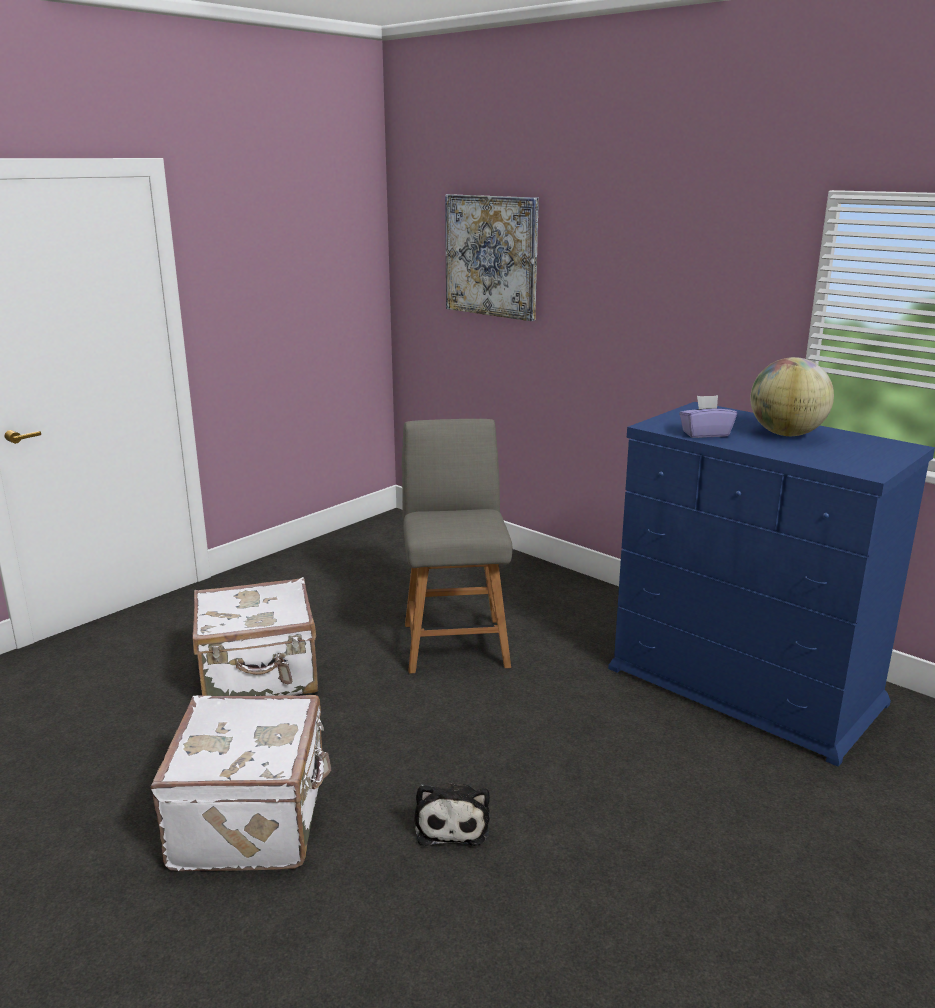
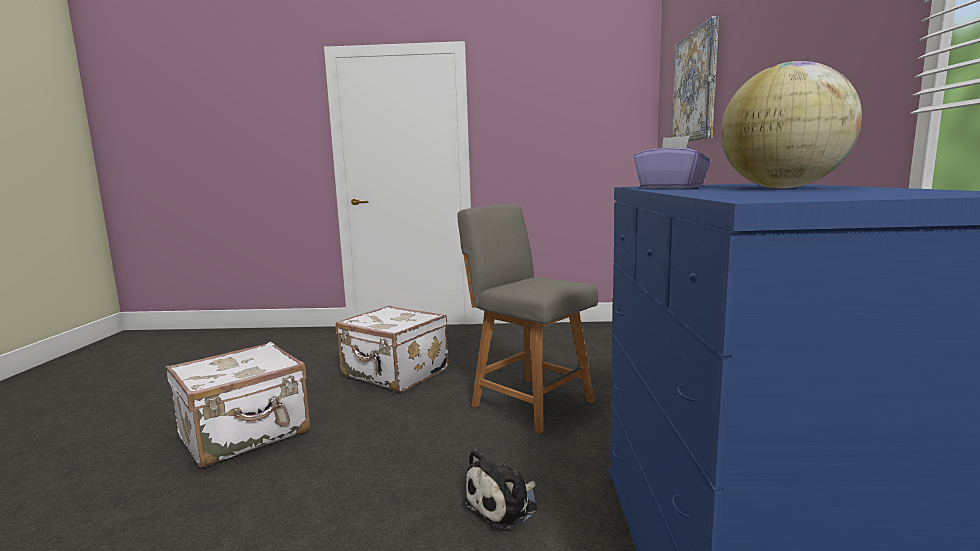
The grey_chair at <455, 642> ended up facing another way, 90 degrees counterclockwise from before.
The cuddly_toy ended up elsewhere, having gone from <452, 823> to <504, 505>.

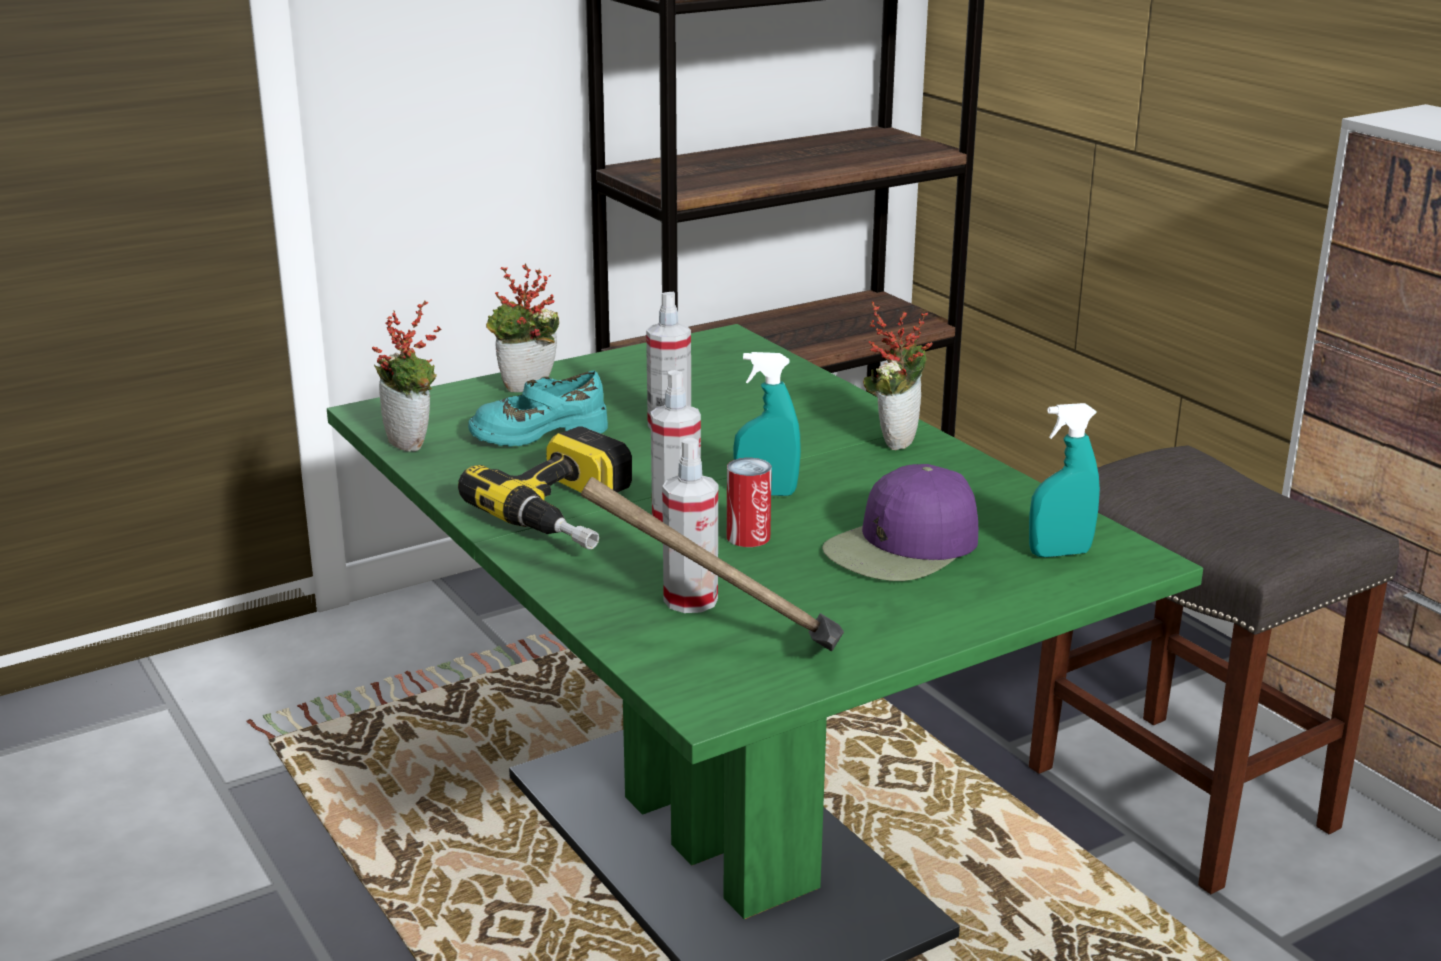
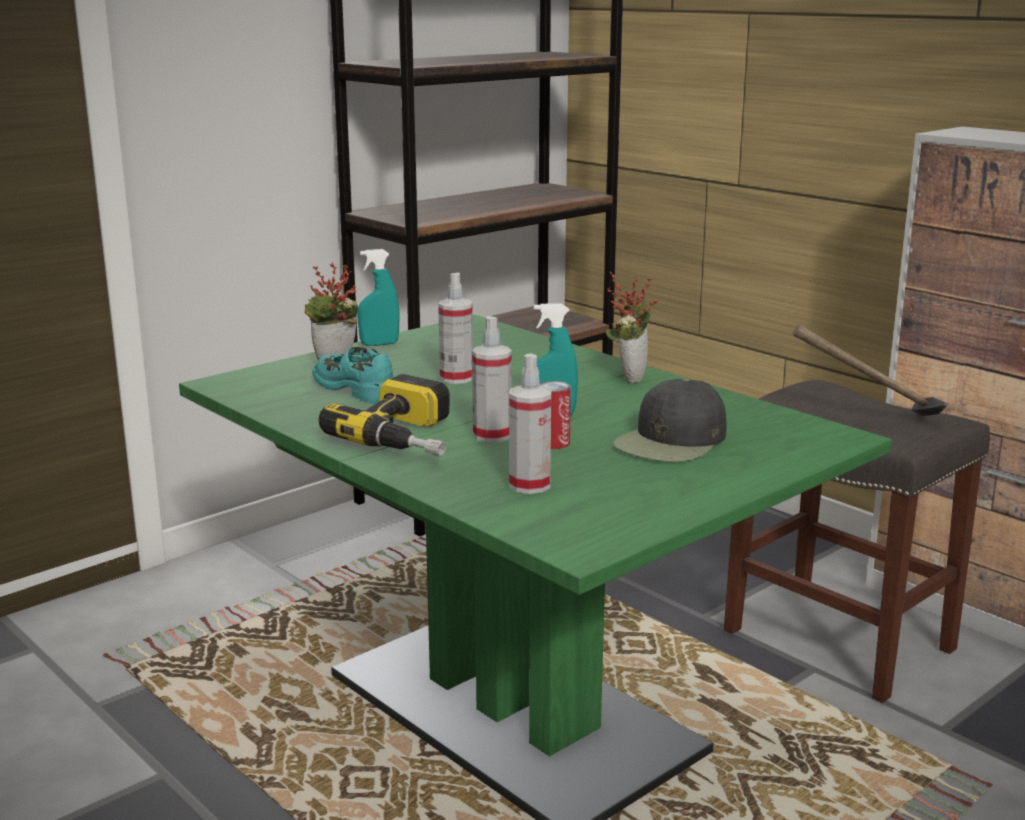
The second view lost the houseplant at <413, 443>.
The turquoise_item_of_footwear at <538, 432> ended up facing another way, 75 degrees clockwise from before.
The turquoise_sprayer ended up elsewhere, having gone from <1059, 553> to <379, 344>.
What was the purple_baseball_cap at <903, 547> turned into the black_baseball_cap at <671, 441>.
The tool_hammer ended up elsewhere, having gone from <725, 649> to <870, 421>.

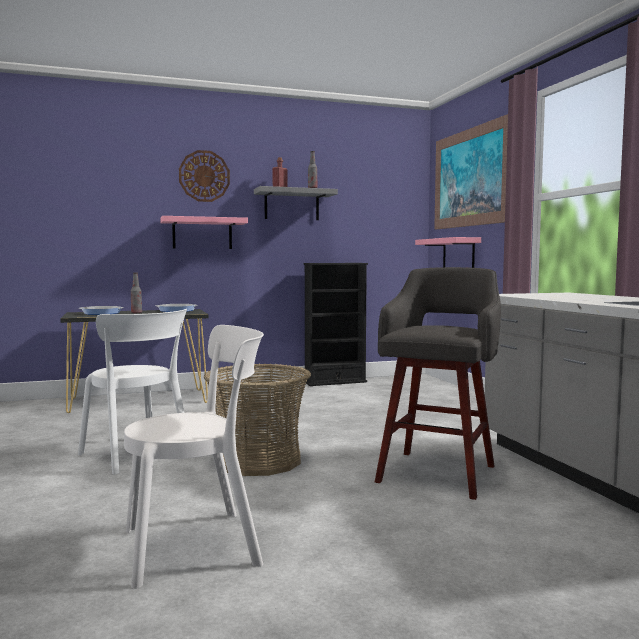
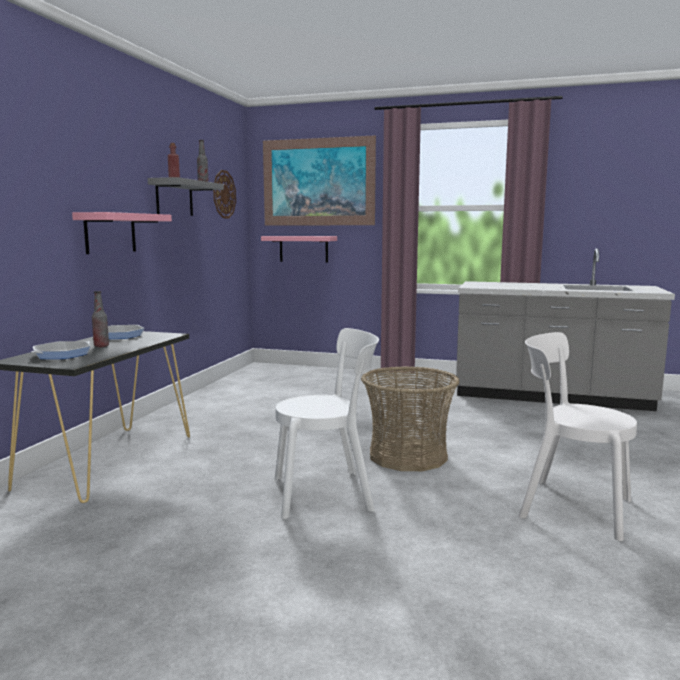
The hanging_clock ended up elsewhere, having gone from <204, 176> to <224, 194>.
The second view lost the black_shelving_unit at <335, 382>.
The second view lost the grey_sitting_stool at <438, 472>.
The whitish_chair at <199, 545> ended up facing another way, 75 degrees counterclockwise from before.

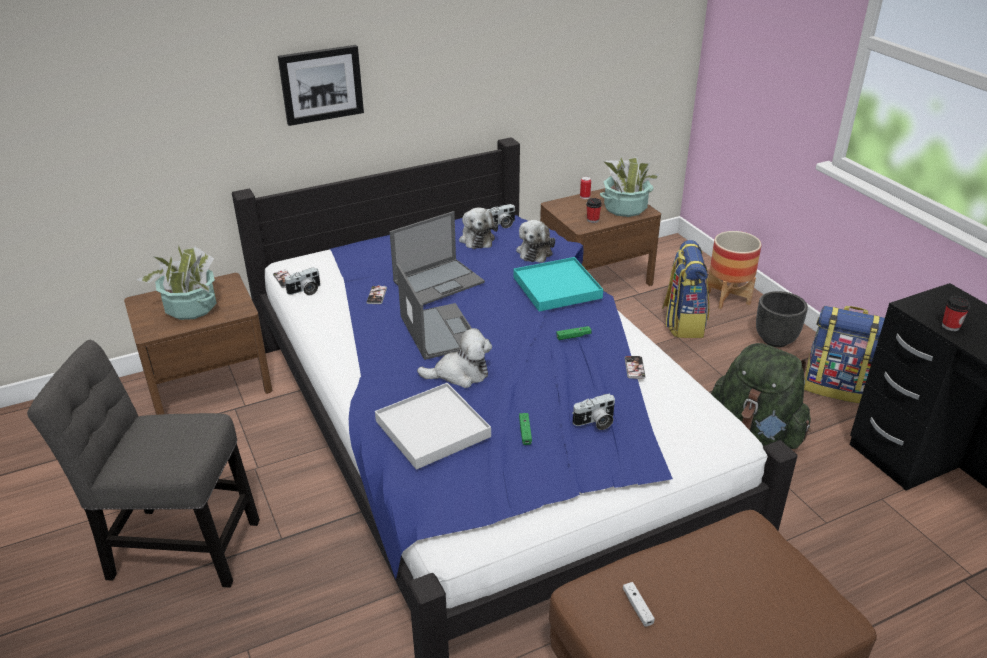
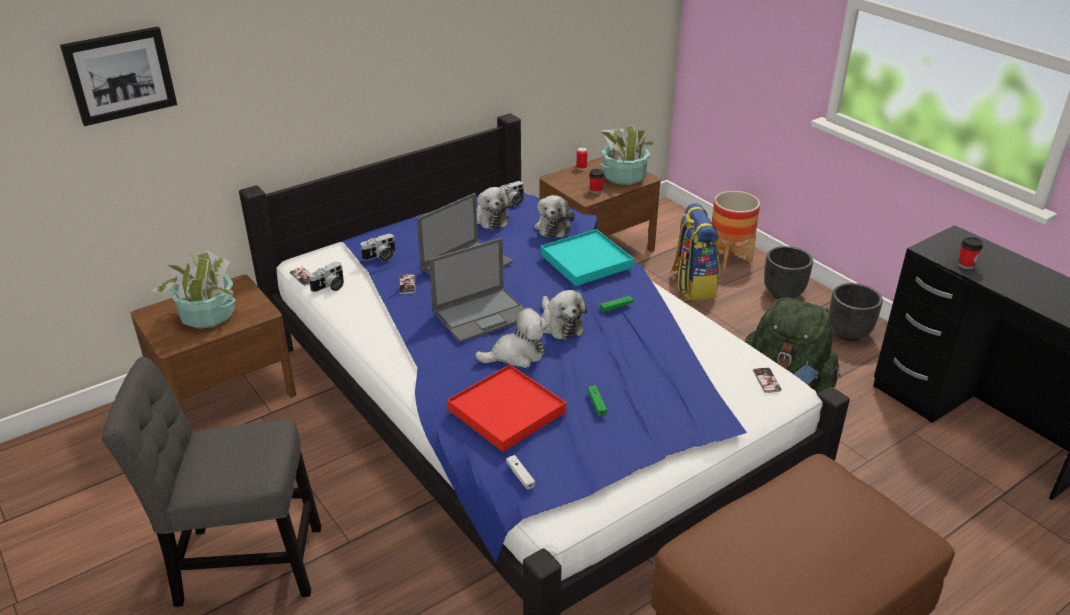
The wall_picture ended up elsewhere, having gone from <321, 84> to <120, 75>.
The laptop at <439, 331> ended up facing another way, 90 degrees clockwise from before.
Where the rucksack stood at <836, 387>, the black_plant_pot came to stand at <849, 333>.
The phone ended up elsewhere, having gone from <634, 368> to <766, 380>.
What was the whitish_carrying_tray at <433, 429> turned into the red_carrying_tray at <507, 411>.
The still_camera ended up elsewhere, having gone from <595, 422> to <380, 257>.
The whitish_joypad ended up elsewhere, having gone from <637, 607> to <520, 475>.
The second view gained the cuddly_toy at <560, 324>.

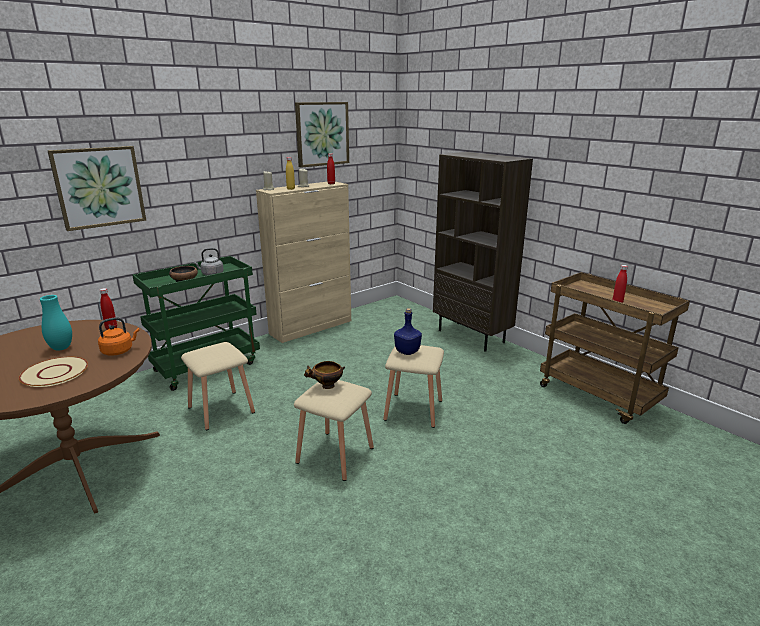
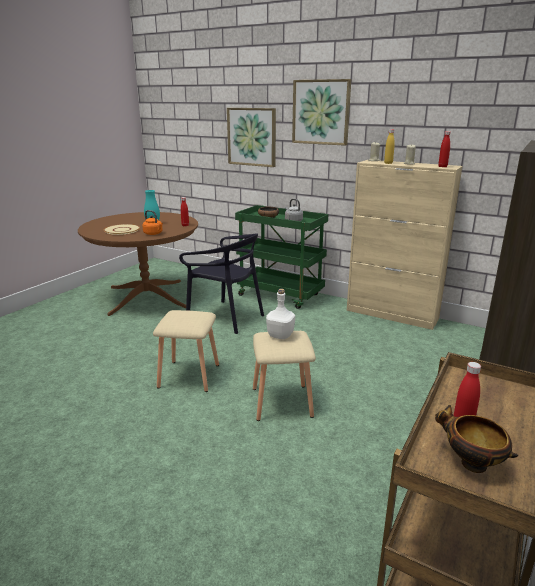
The wall_picture ended up elsewhere, having gone from <322, 134> to <321, 112>.
What was the bluish_bottle at <407, 351> turned into the whitish_bottle at <280, 336>.
Where the beige_sitting_stool stood at <222, 410>, the black_chair came to stand at <226, 317>.
The deep_dish ended up elsewhere, having gone from <326, 386> to <470, 463>.

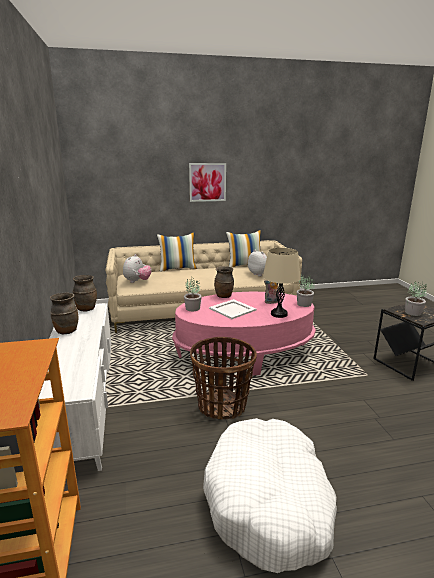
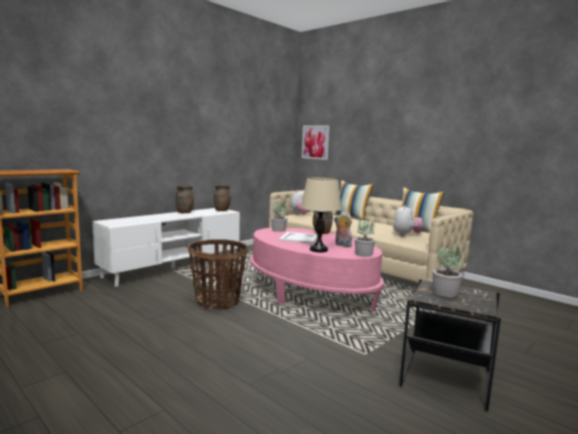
The wall_picture ended up elsewhere, having gone from <207, 182> to <315, 142>.
The second view lost the whitish_pet_bed at <269, 502>.

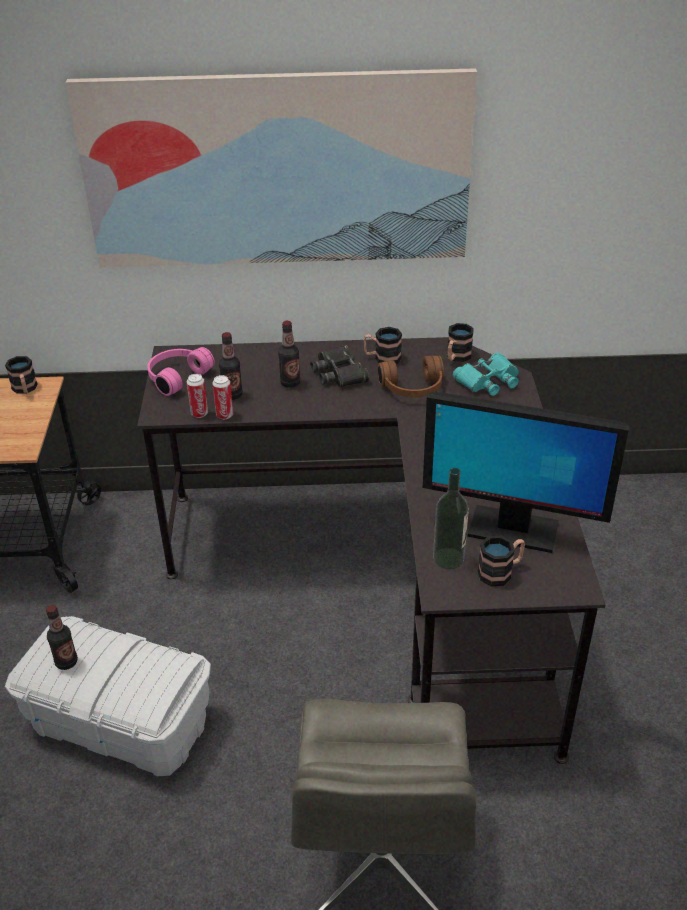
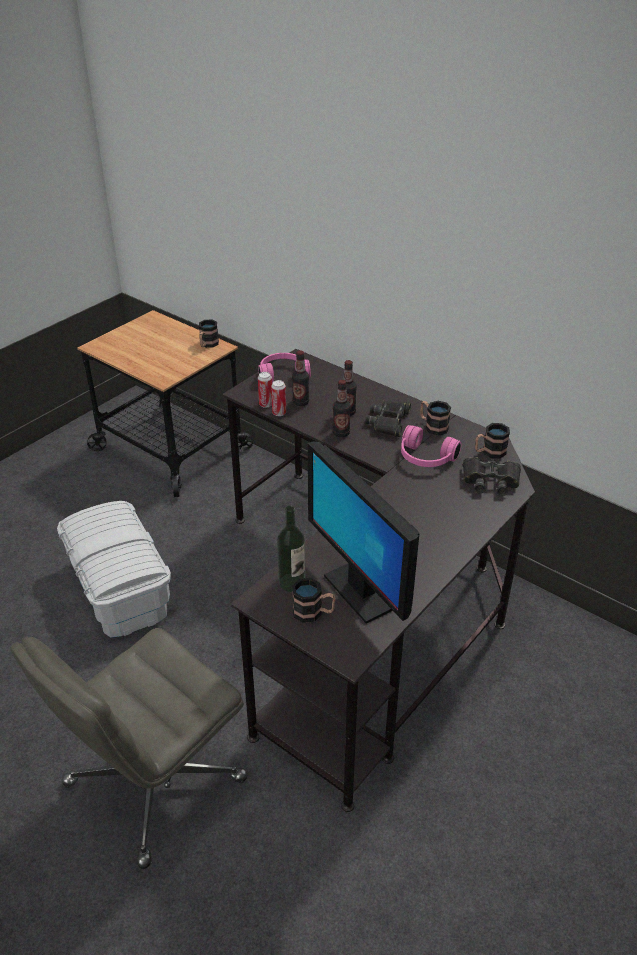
The second view lost the wall_picture at <277, 171>.
What was the turquoise_pair_of_binoculars at <488, 380> turned into the black_pair_of_binoculars at <490, 480>.
What was the brown_headphones at <413, 389> turned into the pink_headphones at <425, 458>.
The bottle ended up elsewhere, having gone from <66, 662> to <341, 433>.

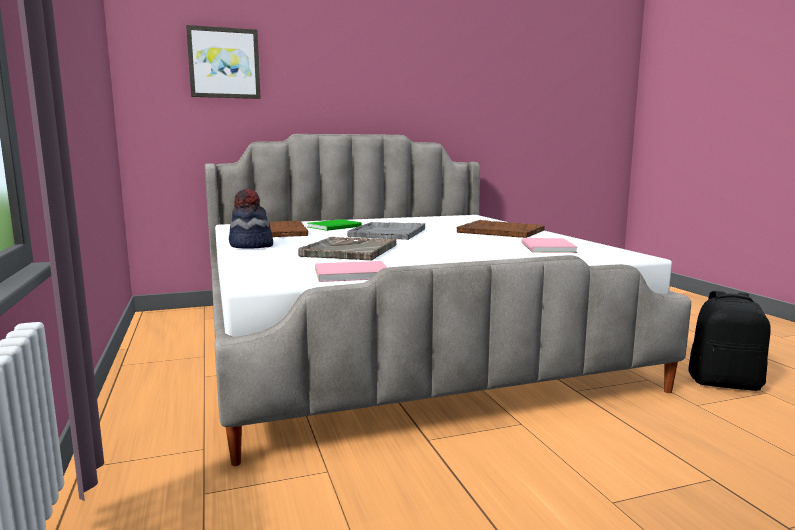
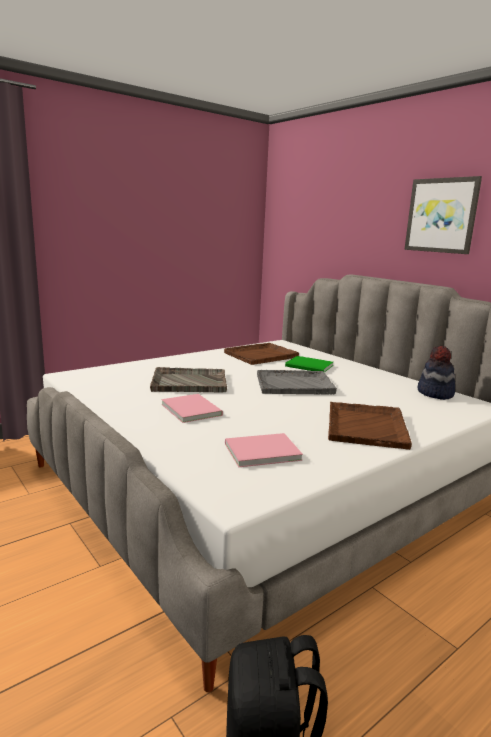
The wall_picture ended up elsewhere, having gone from <224, 63> to <441, 215>.
The wearable_hat ended up elsewhere, having gone from <251, 246> to <435, 393>.
The pink_bound_book ended up elsewhere, having gone from <349, 274> to <192, 409>.

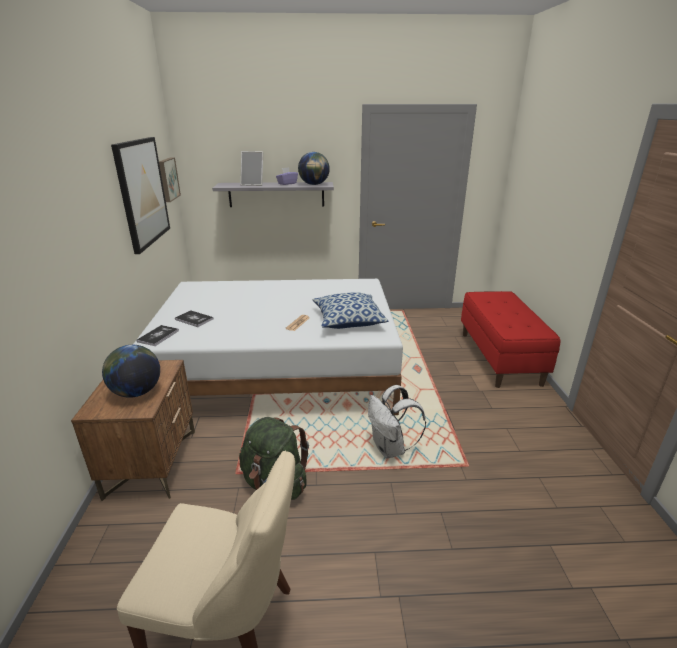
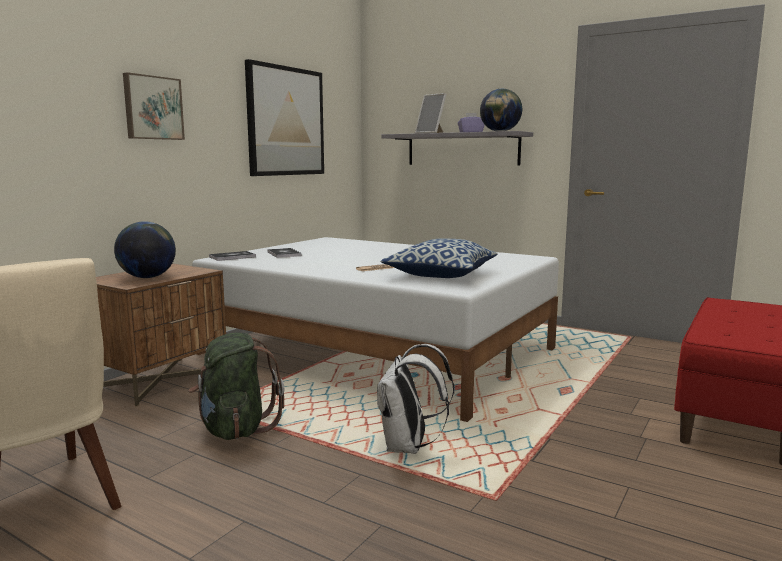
The wall_picture ended up elsewhere, having gone from <167, 179> to <152, 108>.

